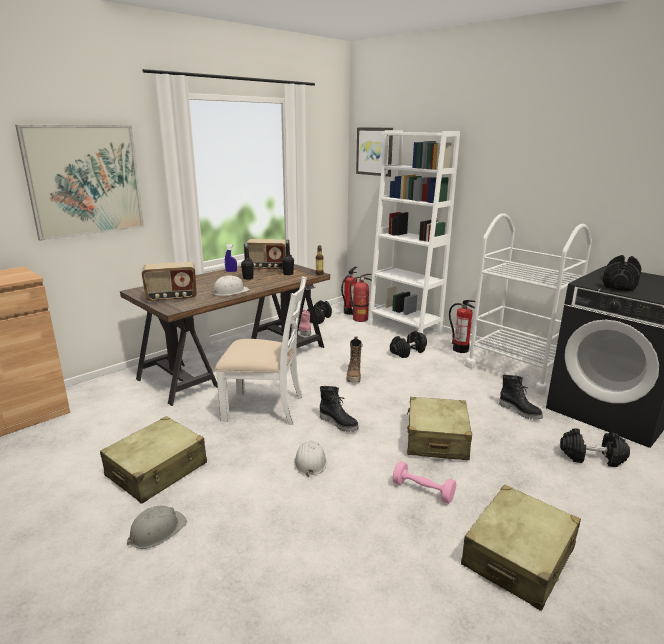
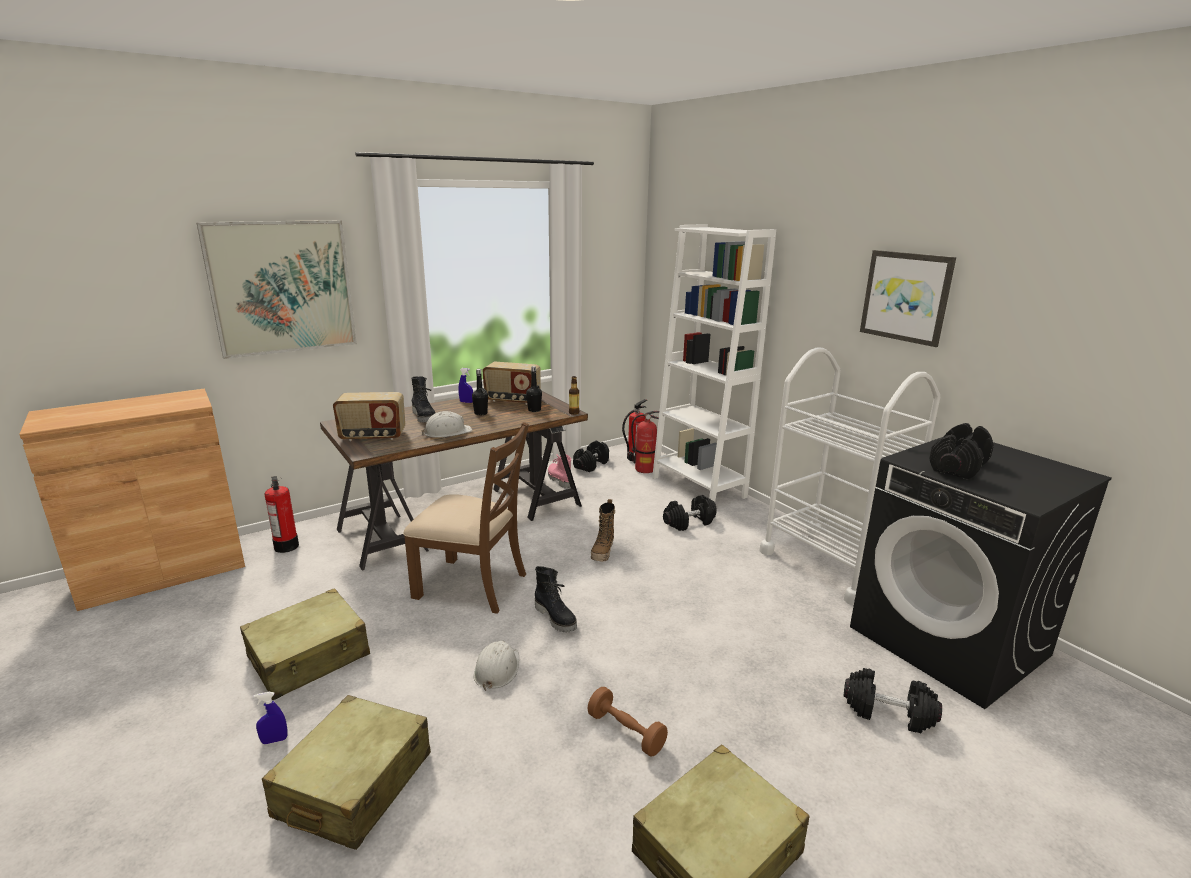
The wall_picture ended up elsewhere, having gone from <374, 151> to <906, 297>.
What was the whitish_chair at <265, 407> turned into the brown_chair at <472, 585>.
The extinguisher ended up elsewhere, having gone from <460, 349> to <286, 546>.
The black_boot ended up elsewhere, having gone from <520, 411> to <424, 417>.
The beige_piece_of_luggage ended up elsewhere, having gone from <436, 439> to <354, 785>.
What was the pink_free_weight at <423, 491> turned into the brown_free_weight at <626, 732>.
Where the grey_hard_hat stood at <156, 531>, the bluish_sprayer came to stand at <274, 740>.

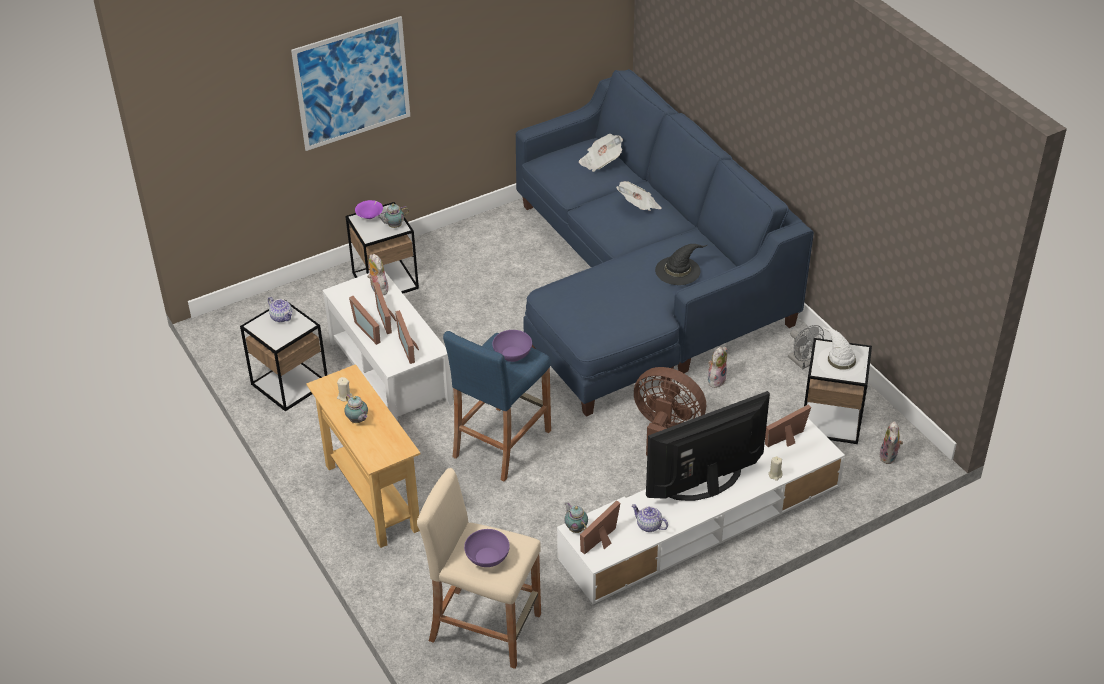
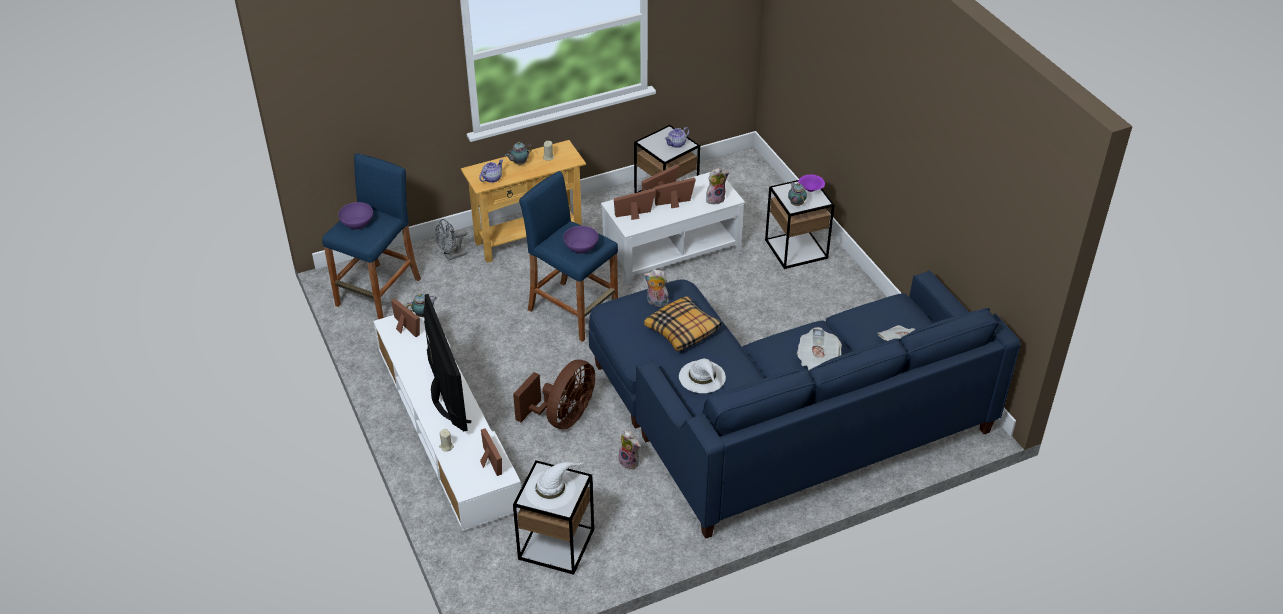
The second view lost the wall_picture at <352, 83>.
What was the black_wearable_hat at <678, 270> turned into the whitish_wearable_hat at <702, 377>.
The grey_cooling_fan ended up elsewhere, having gone from <803, 363> to <452, 256>.
The cuddly_toy ended up elsewhere, having gone from <889, 457> to <656, 302>.
What was the beige_sitting_stool at <485, 627> turned into the bluish_sitting_stool at <379, 292>.
The tea_pot ended up elsewhere, having gone from <648, 526> to <492, 178>.
The second view gained the pillow at <682, 330>.

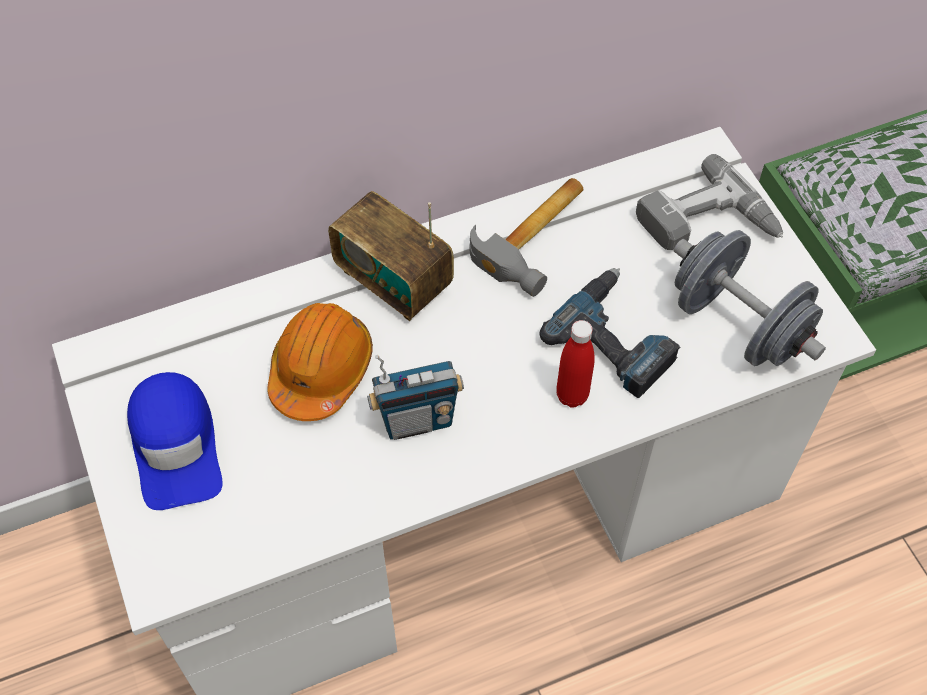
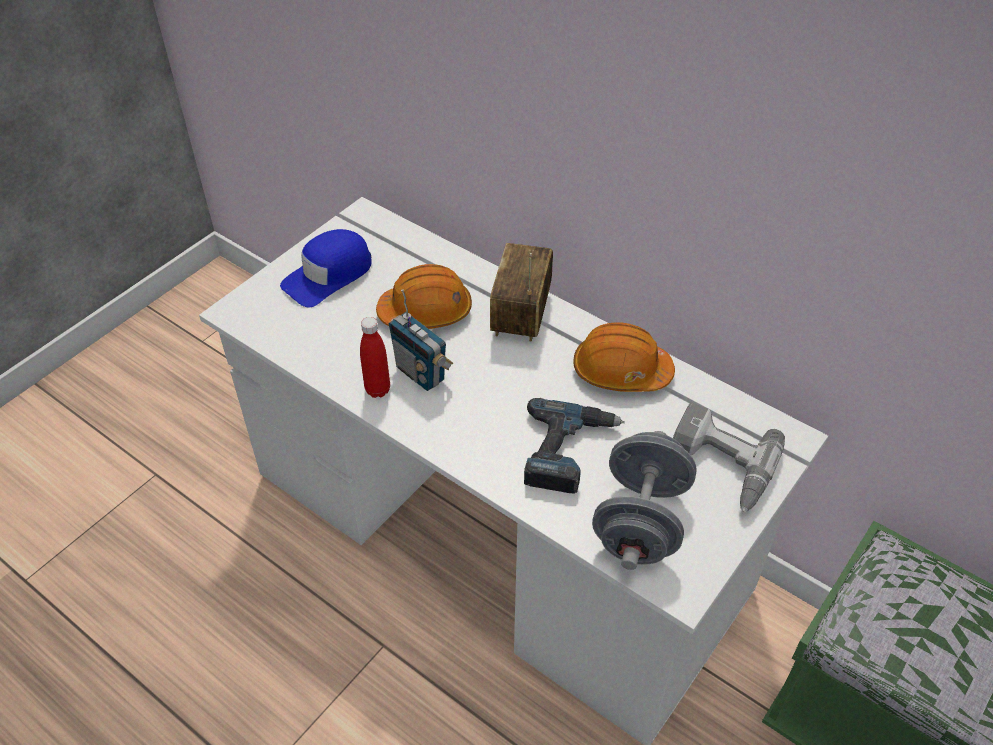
Where the tool_hammer stood at <538, 237>, the orange-coloured_hard_hat came to stand at <621, 371>.
The red_bottle ended up elsewhere, having gone from <572, 395> to <377, 390>.

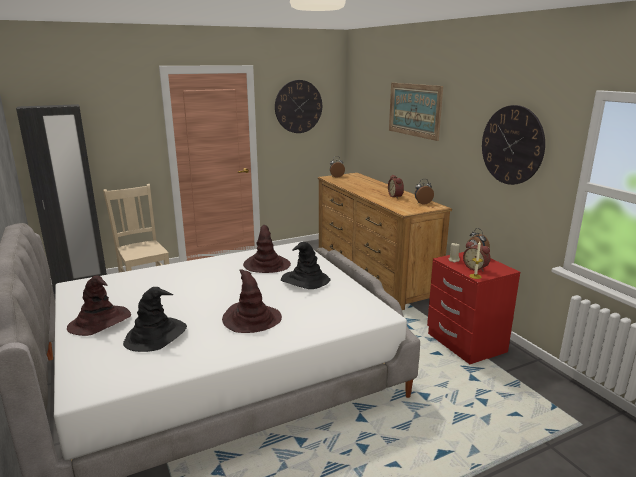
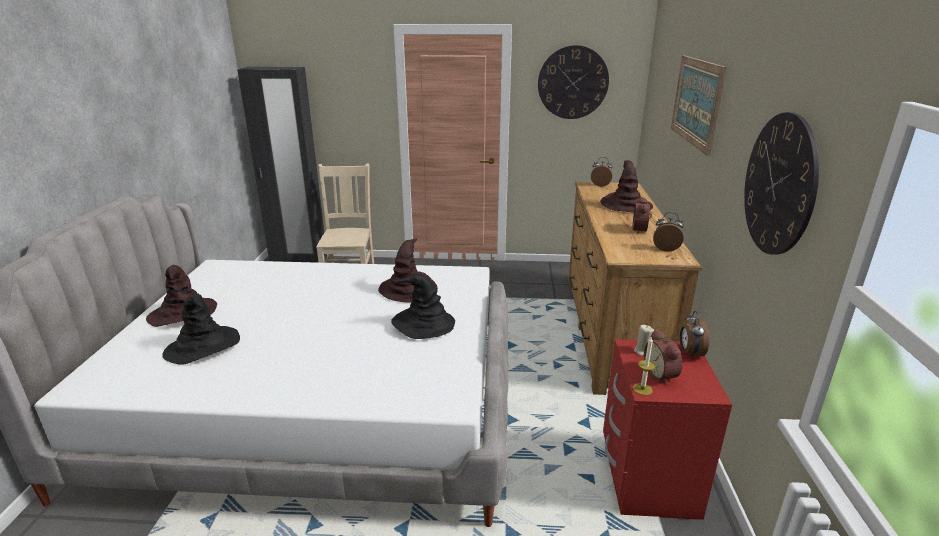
The brown_wearable_hat ended up elsewhere, having gone from <251, 319> to <625, 205>.

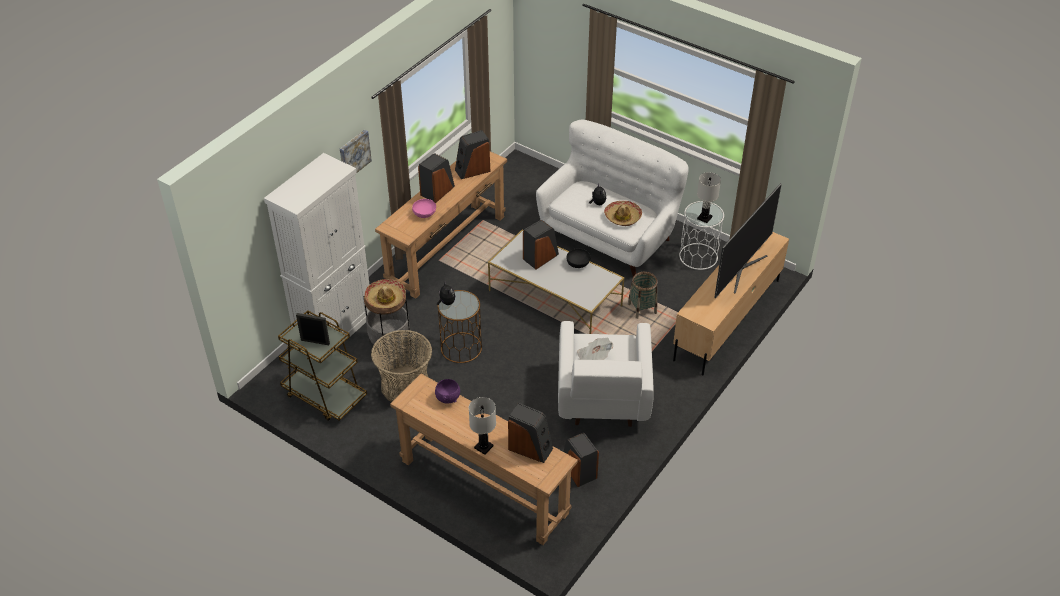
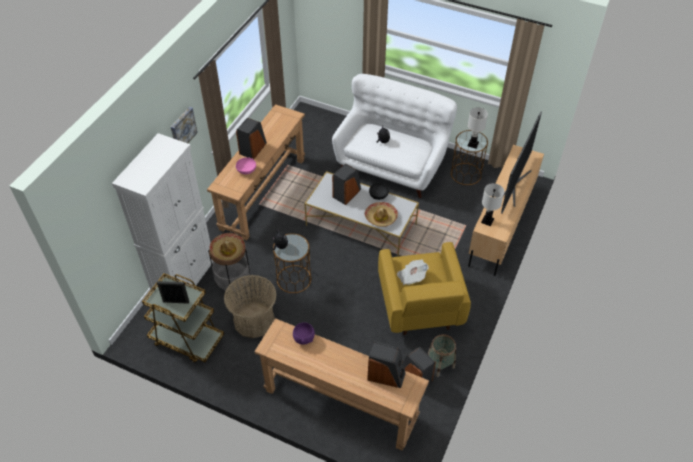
The second view lost the loudspeaker at <472, 170>.
The wearable_hat ended up elsewhere, having gone from <623, 217> to <381, 217>.
What was the whitish_end_table at <698, 256> turned into the brown_end_table at <466, 174>.
The basket ended up elsewhere, having gone from <642, 309> to <440, 364>.
What was the whitish_armchair at <602, 397> turned into the yellow-coloured_armchair at <420, 307>.
The whitish_tabletop_lamp ended up elsewhere, having gone from <483, 447> to <487, 221>.

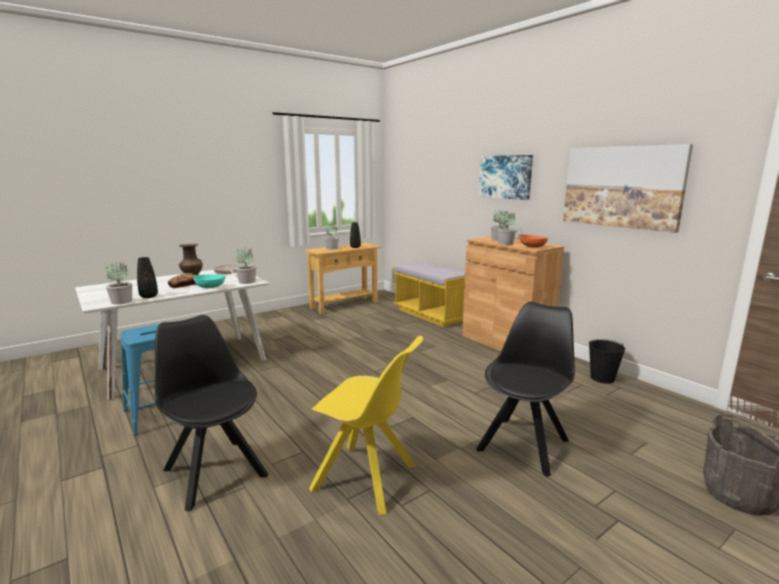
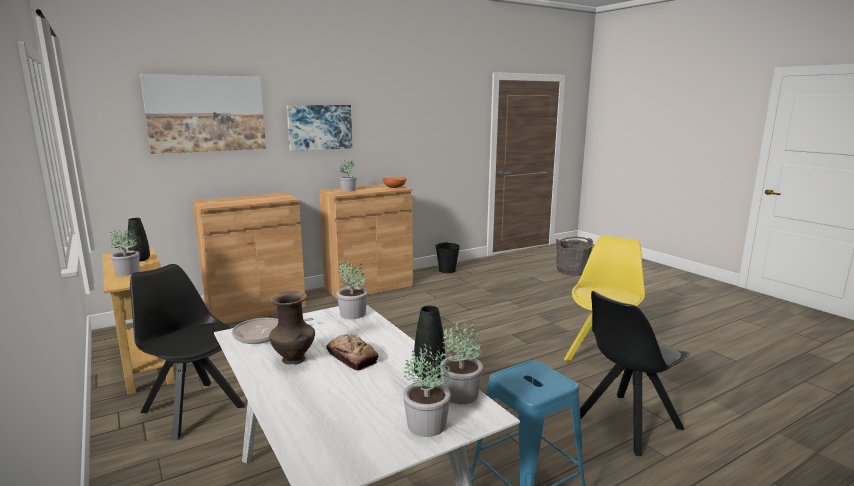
The wall_picture ended up elsewhere, having gone from <622, 187> to <206, 113>.
The houseplant ended up elsewhere, having gone from <506, 243> to <427, 424>.
Where the yellow-coloured_bench stood at <431, 314>, the brown_cupboard came to stand at <256, 308>.
The second view lost the turquoise_deep_dish at <210, 287>.
The black_chair ended up elsewhere, having gone from <524, 444> to <192, 408>.

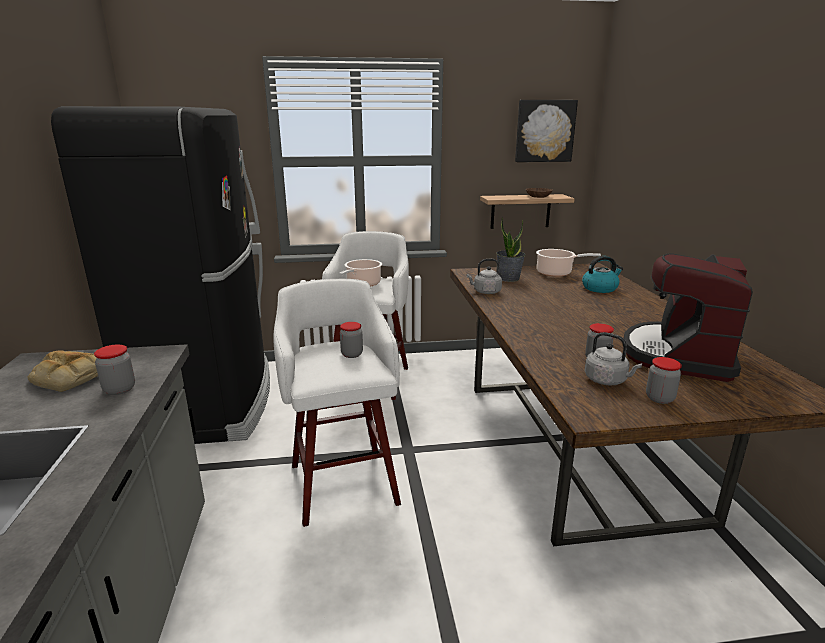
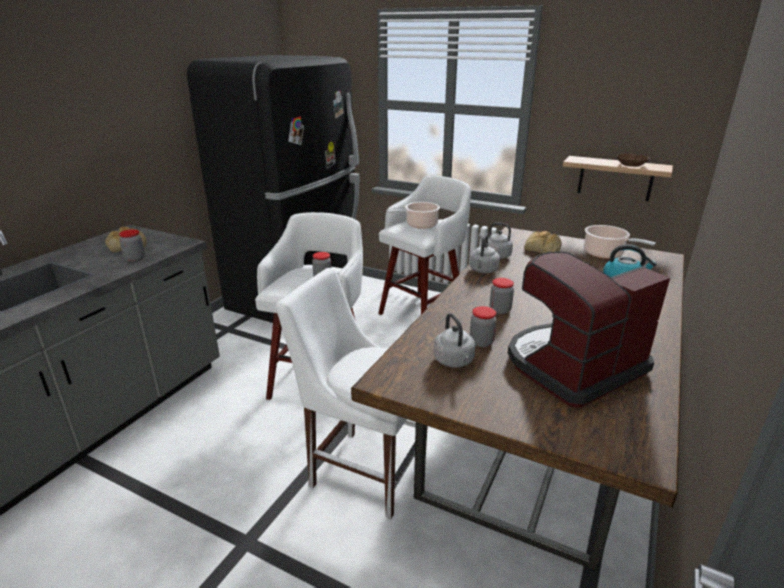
The second view lost the wall_picture at <544, 131>.
Where the houseplant stood at <508, 278>, the bread came to stand at <543, 248>.
The preserve_jar ended up elsewhere, having gone from <659, 398> to <500, 310>.
The second view gained the grey_tea_kettle at <483, 270>.
The second view gained the whitish_chair at <363, 469>.

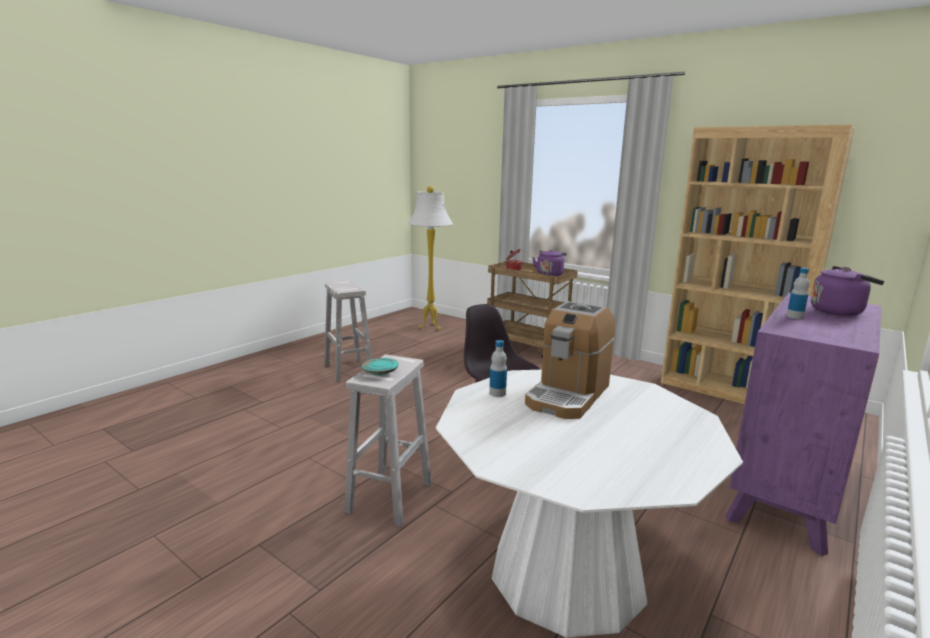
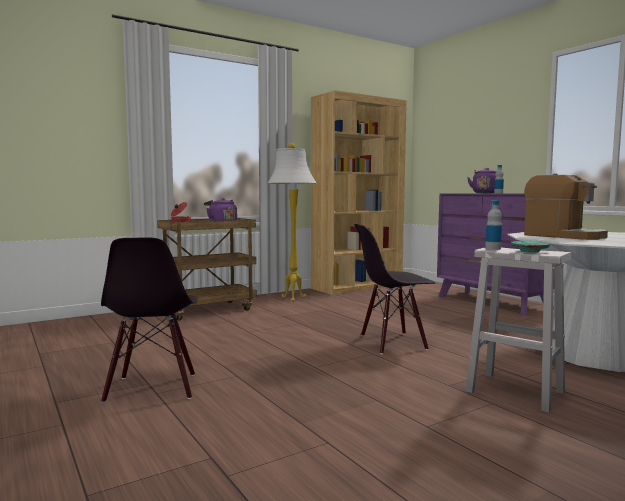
The whitish_standing_lamp ended up elsewhere, having gone from <430, 327> to <292, 299>.
Where the whitish_sitting_stool stood at <348, 370>, the black_chair came to stand at <153, 388>.
The bottle ended up elsewhere, having gone from <497, 393> to <493, 248>.

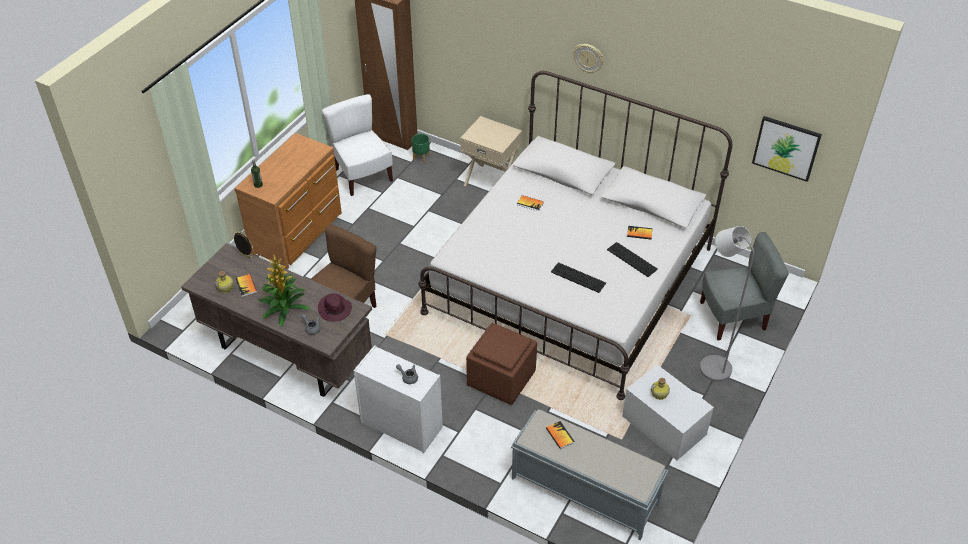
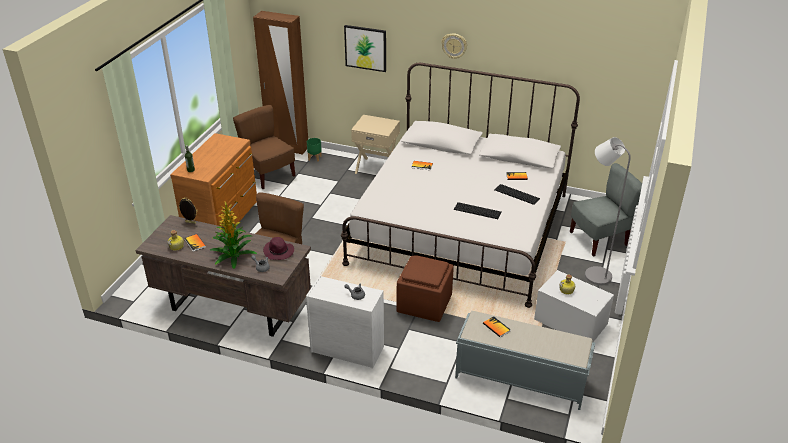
What was the whitish_chair at <362, 175> turned into the brown_chair at <268, 175>.
The wall_picture ended up elsewhere, having gone from <786, 148> to <365, 48>.

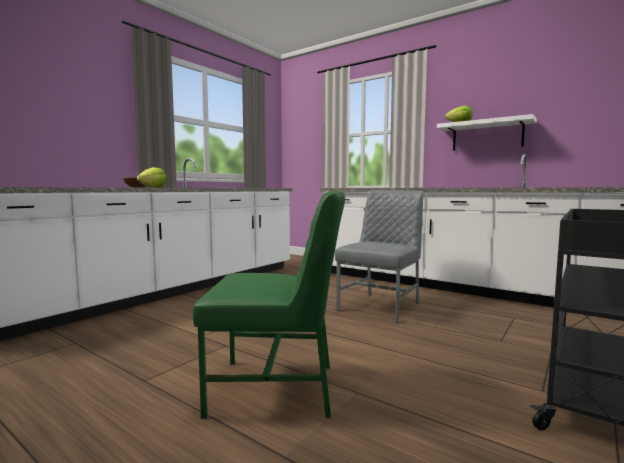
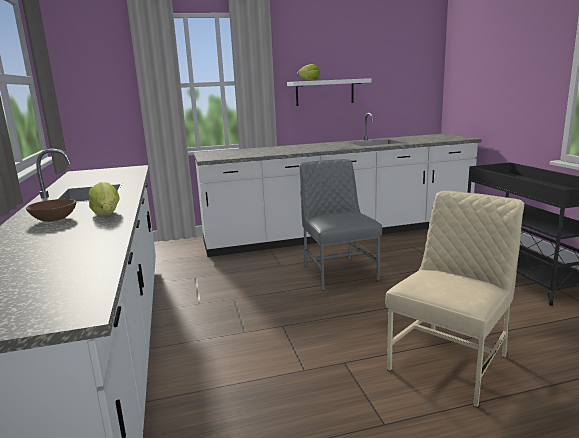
What was the greenish_chair at <276, 388> turned into the beige_chair at <451, 363>.

